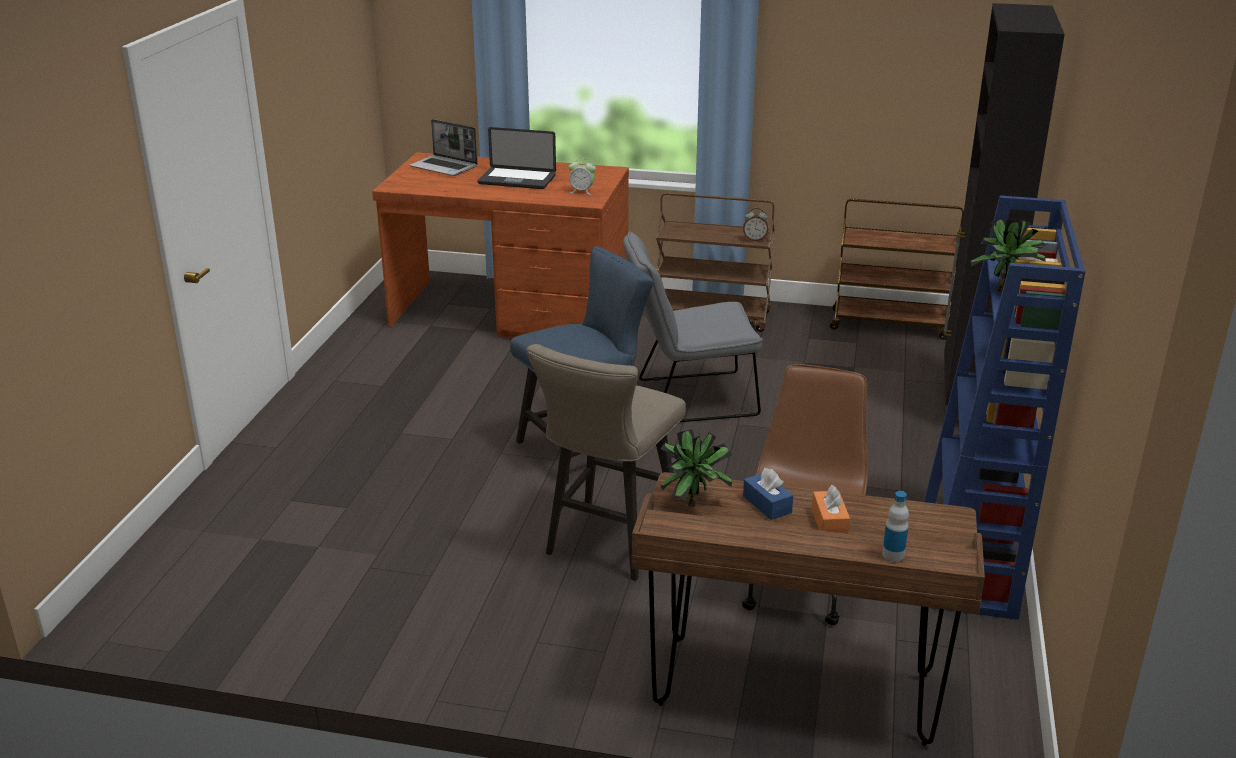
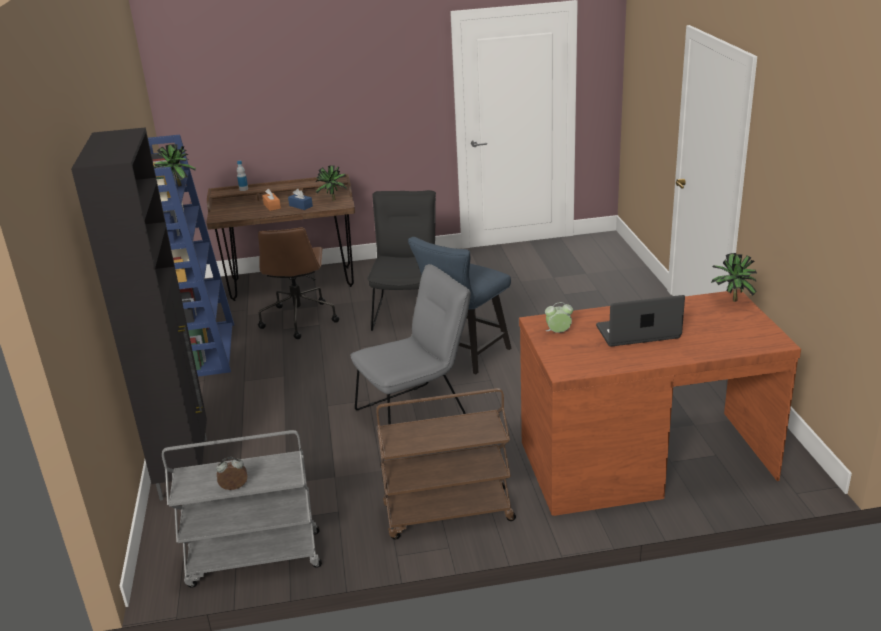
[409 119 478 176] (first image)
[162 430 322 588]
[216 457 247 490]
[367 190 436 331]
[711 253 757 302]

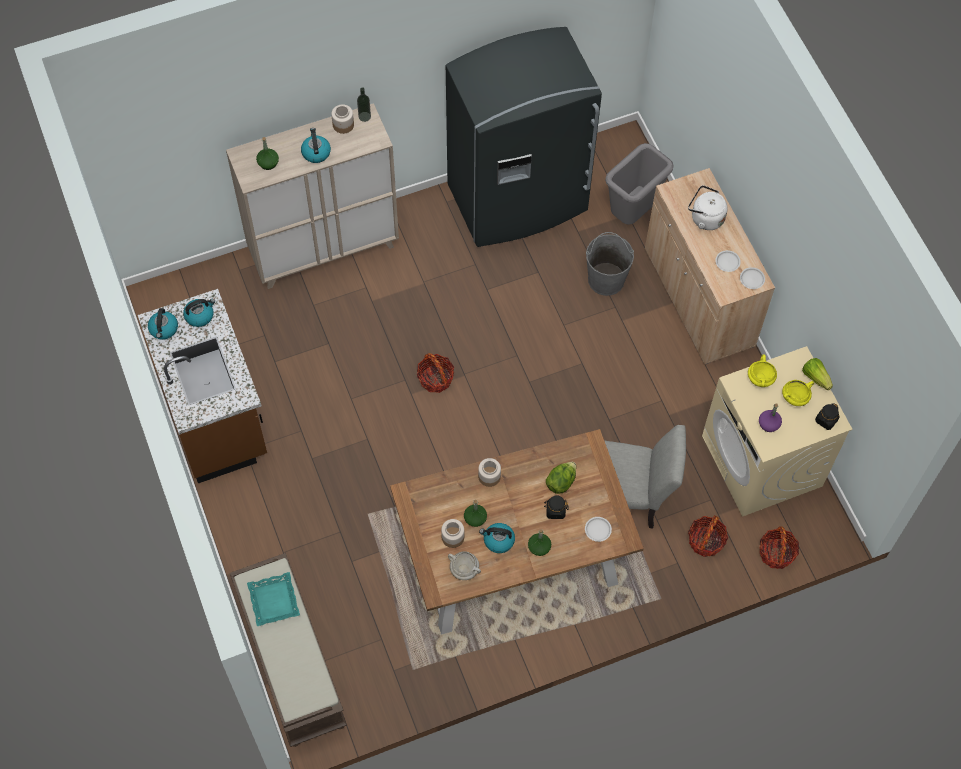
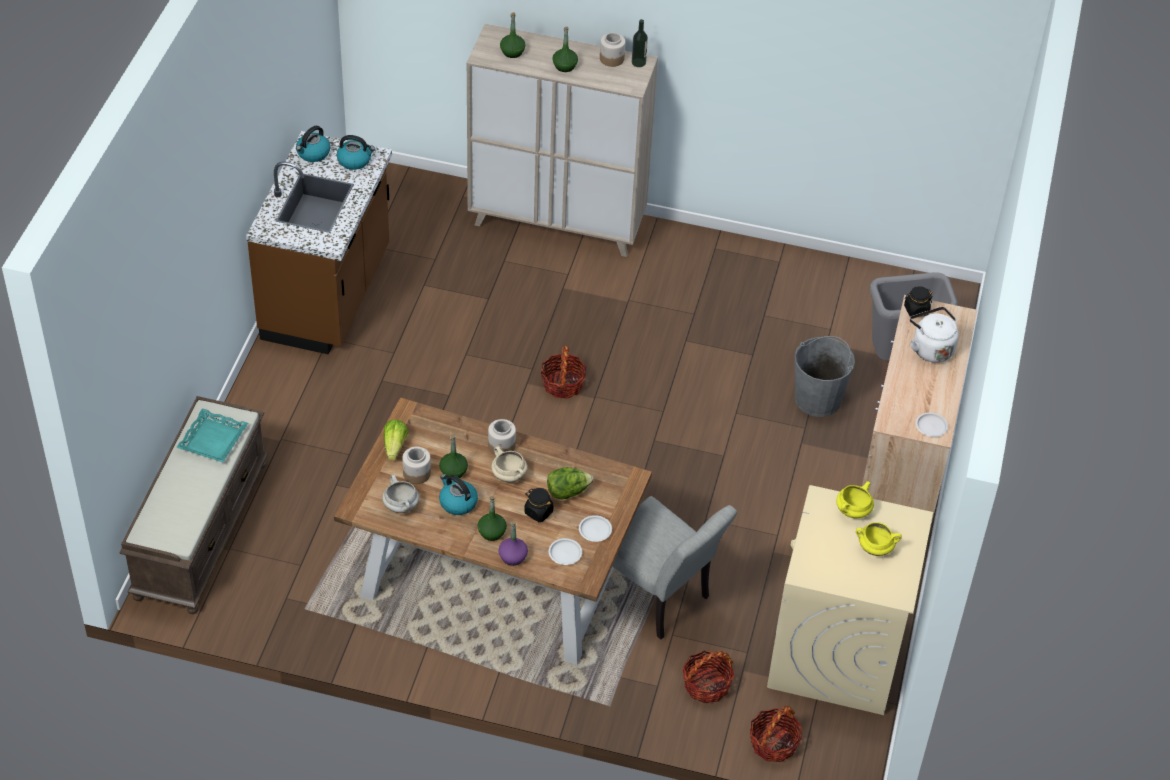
[446 27 602 247] (first image)
[552 27 578 72]
[579 515 612 542]
[383 419 409 461]
[904 286 933 317]
[498 520 528 566]
[491 446 527 482]

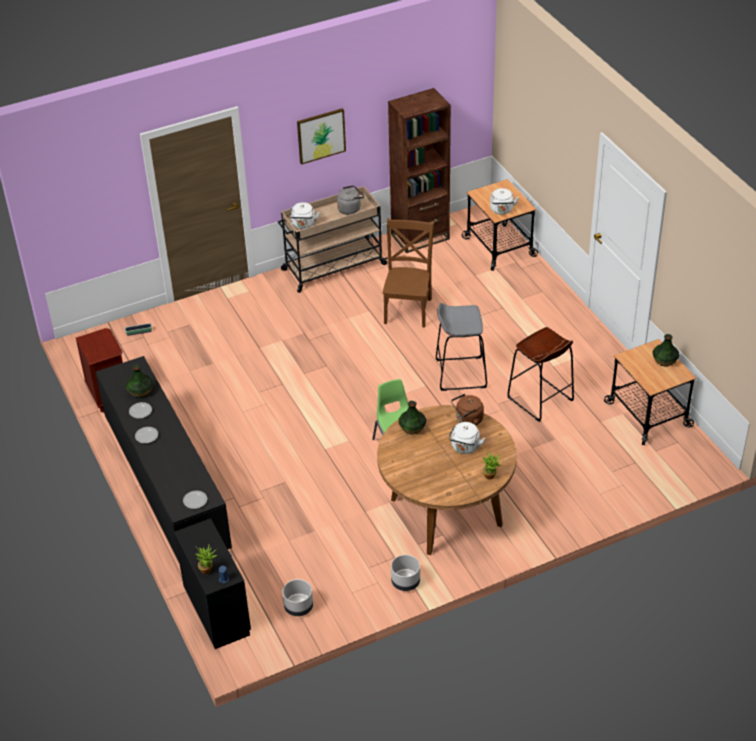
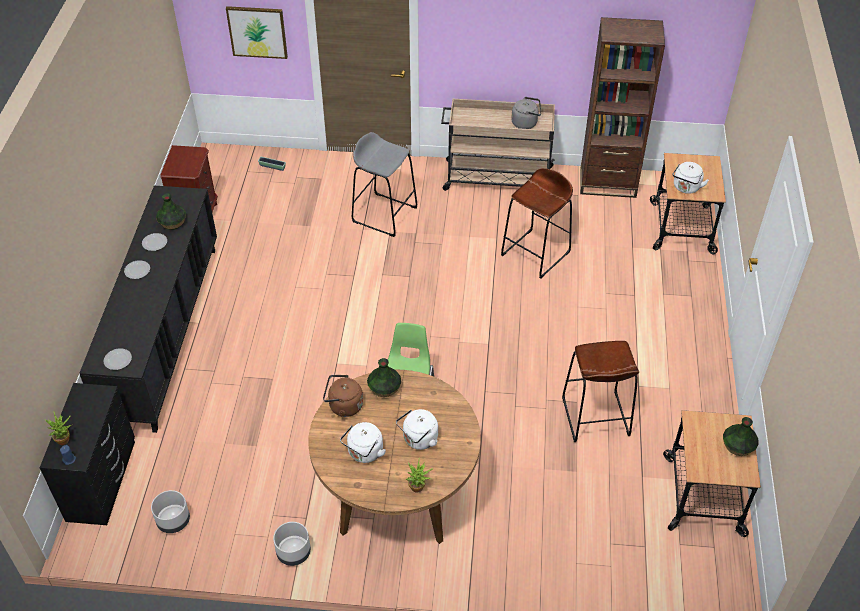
[226 6 288 59]
[340 422 386 463]
[501 168 573 278]
[352 132 418 237]
[323 375 363 417]

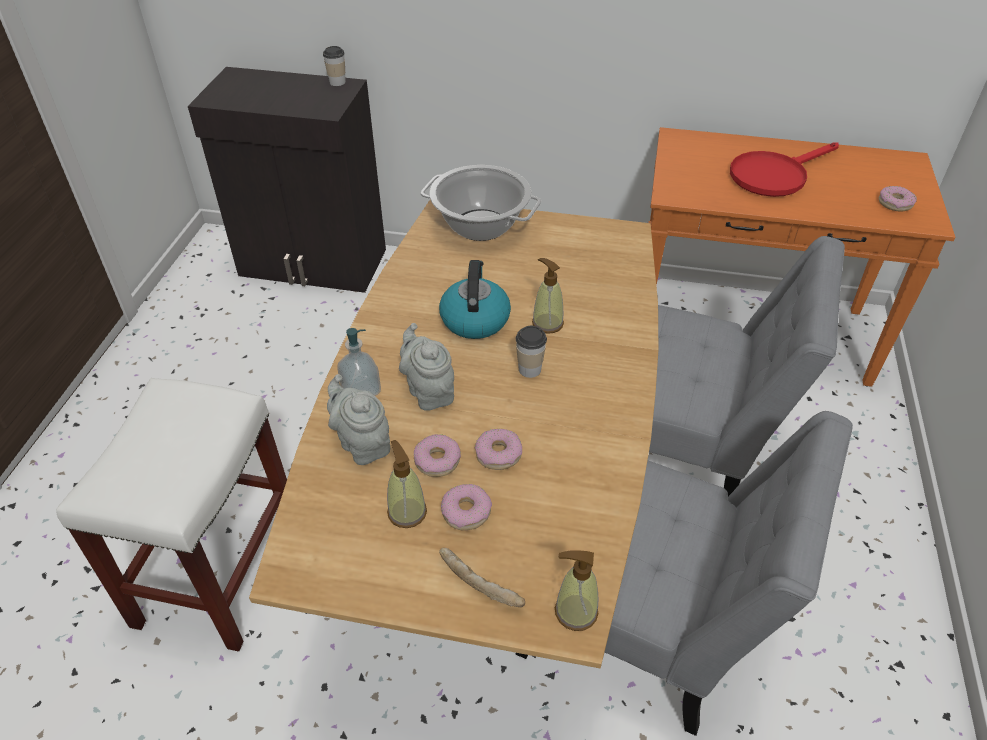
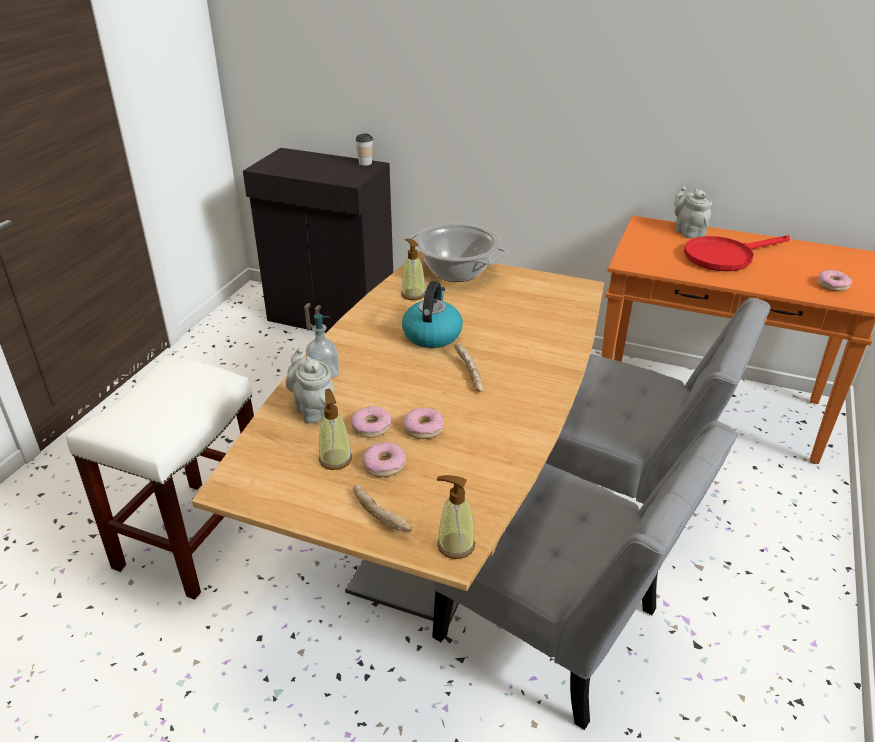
[401 238 425 300]
[674 186 712 238]
[455 342 483 392]

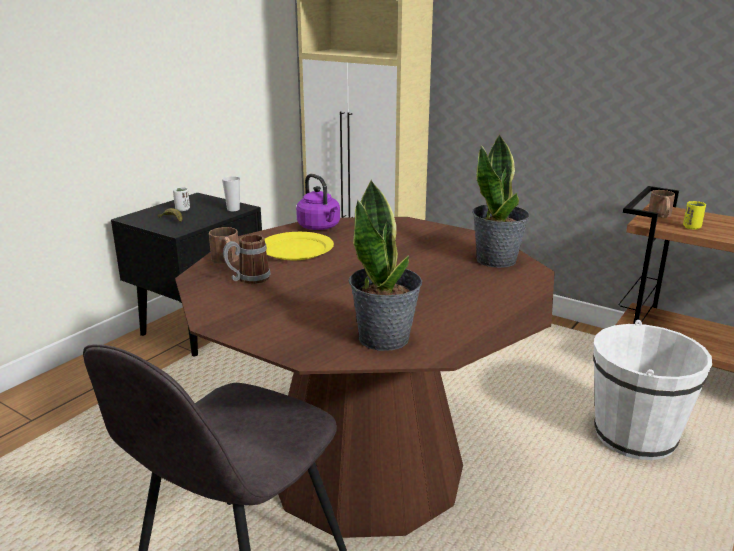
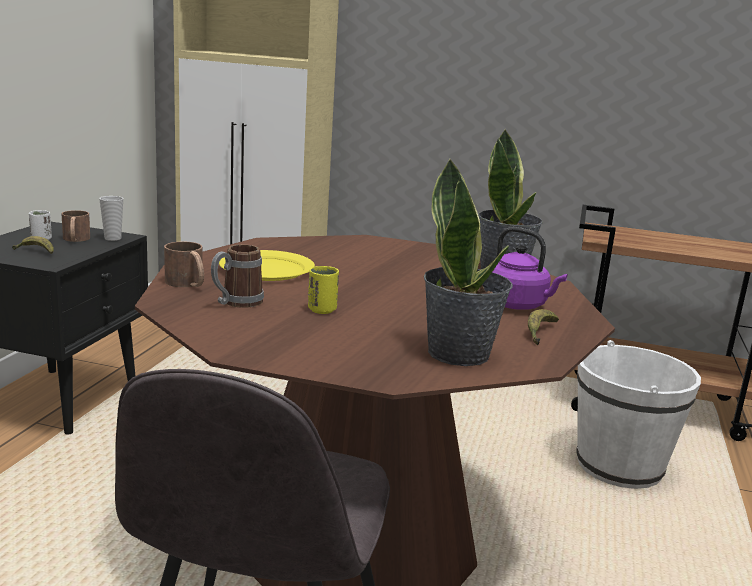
[492 227 567 310]
[61 210 90 242]
[308 266 339 314]
[528 309 559 345]

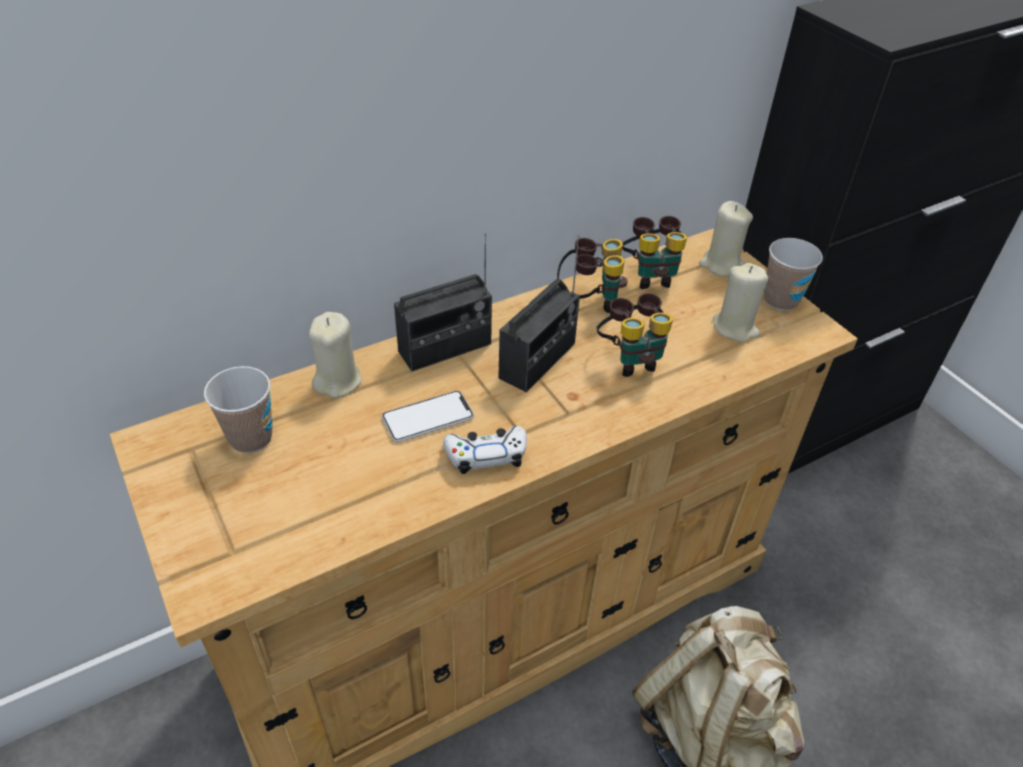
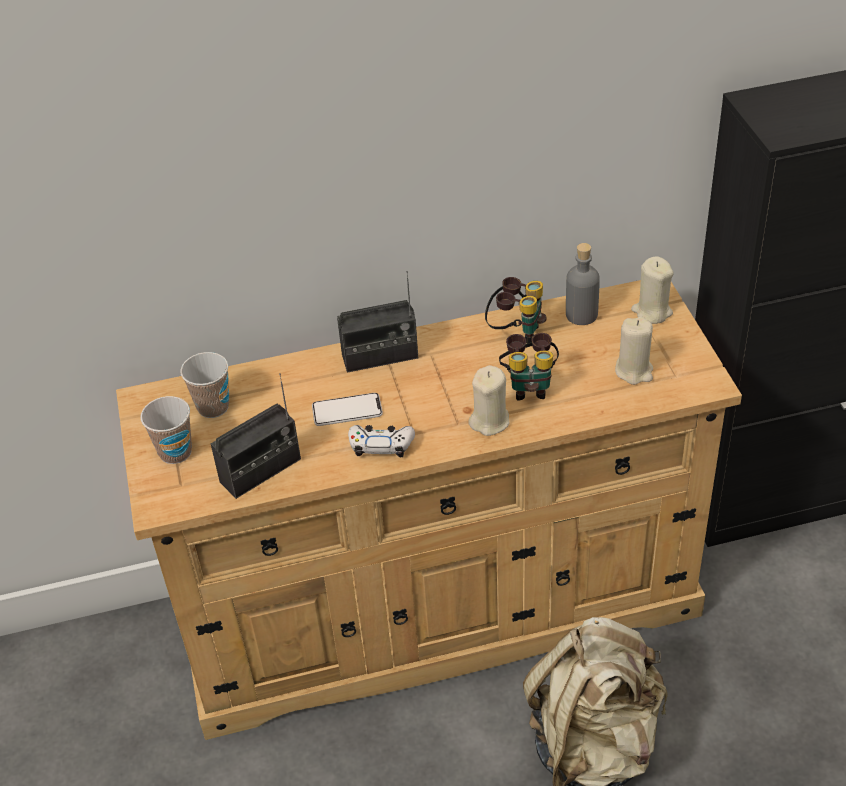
[566 243 600 325]
[211 373 301 499]
[140 396 192 464]
[469 365 510 436]

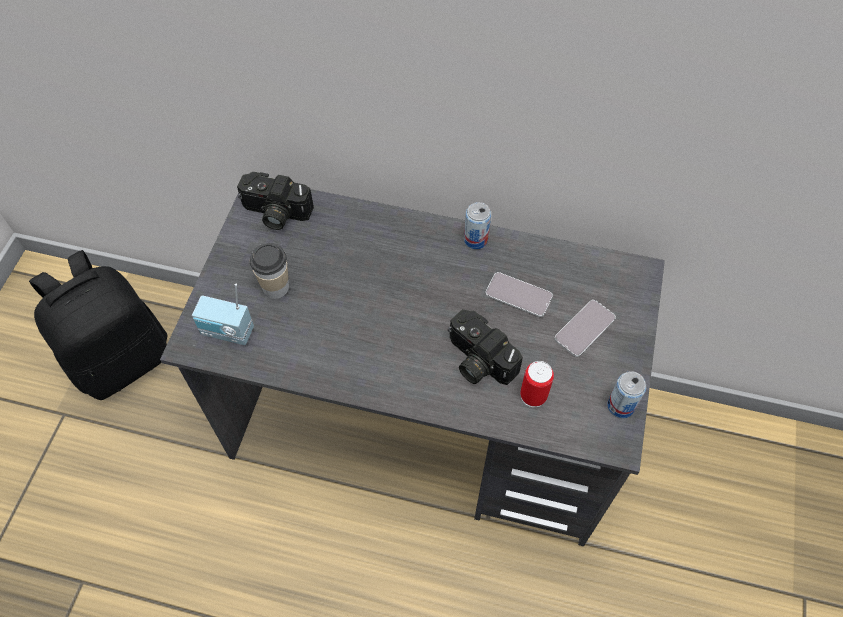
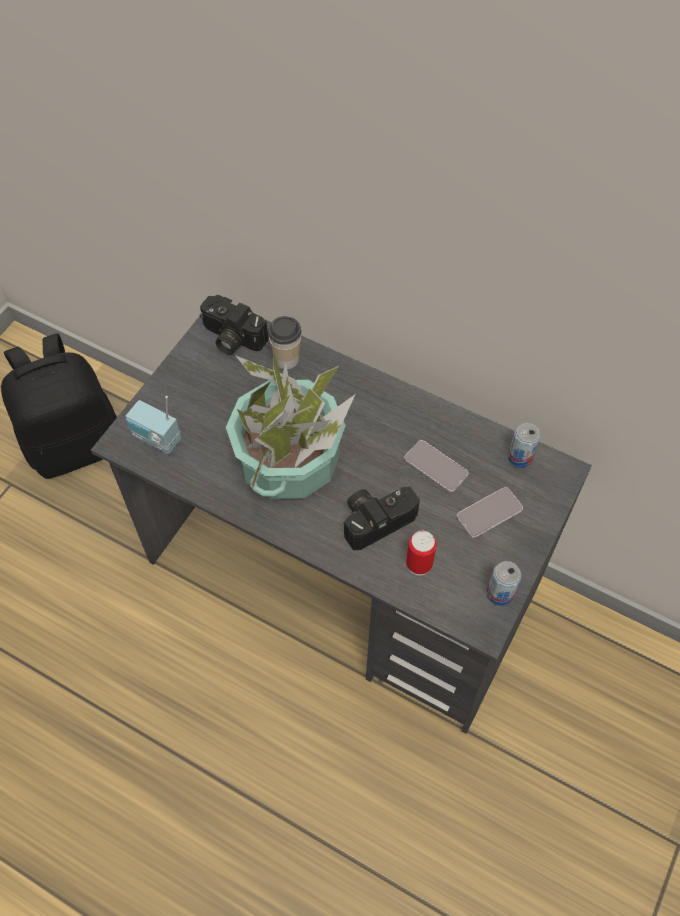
[508 423 540 468]
[268 316 301 369]
[343 487 420 551]
[226 352 355 499]

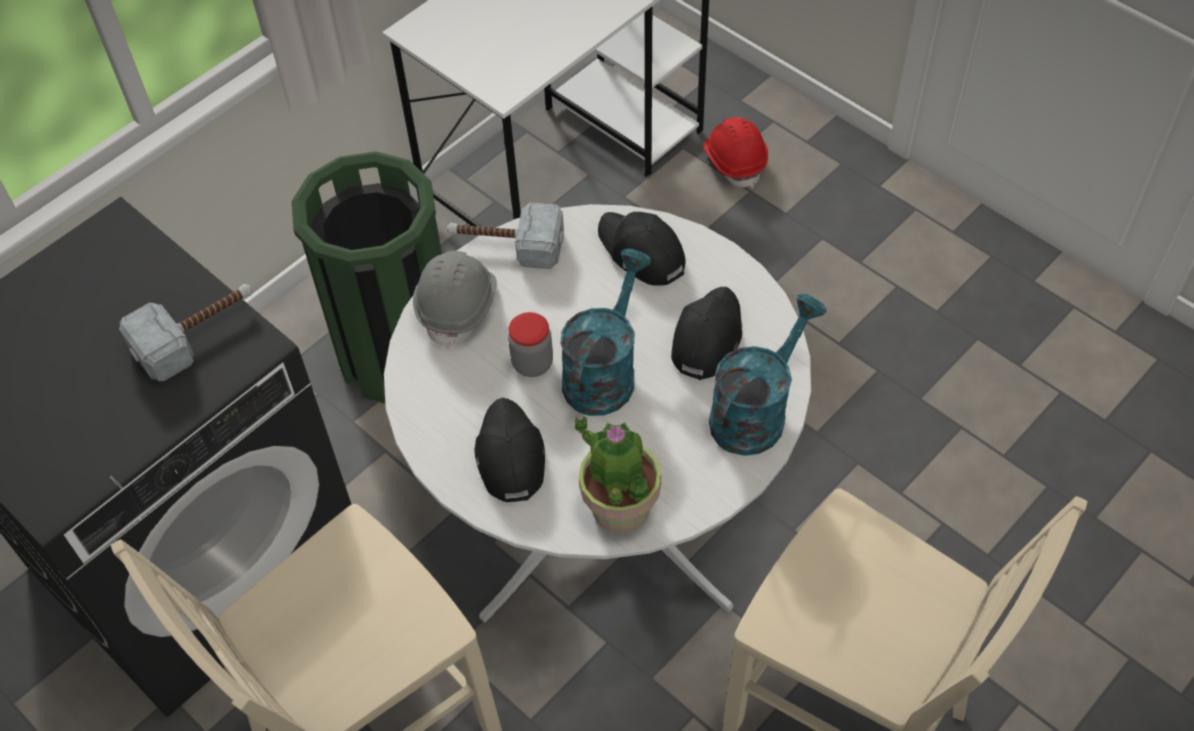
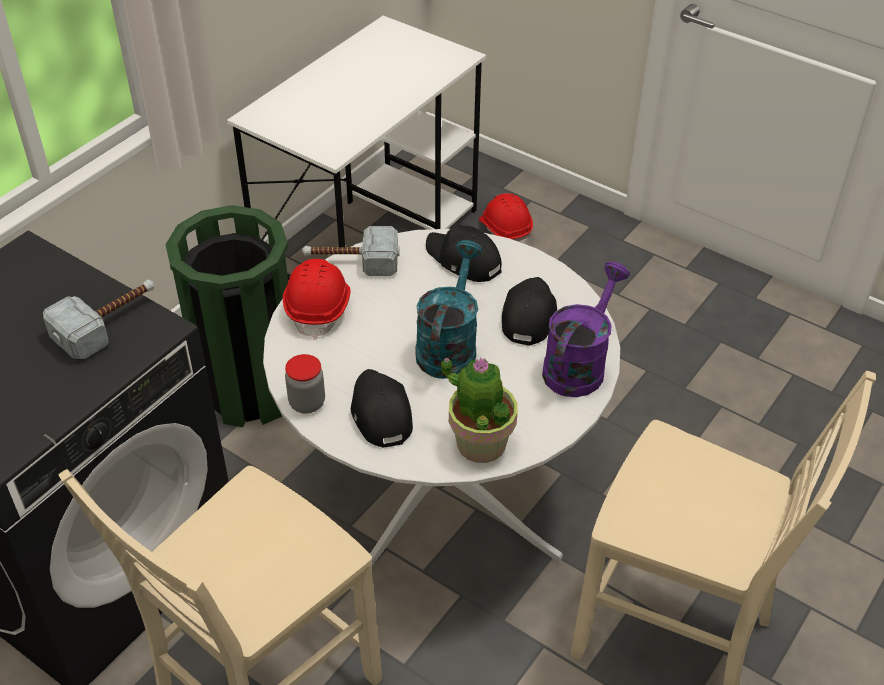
[283 259 350 340]
[542 262 630 397]
[285 354 325 413]

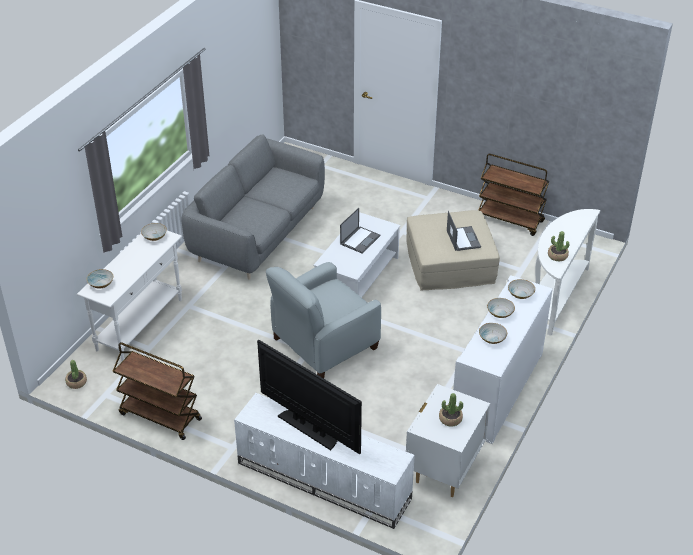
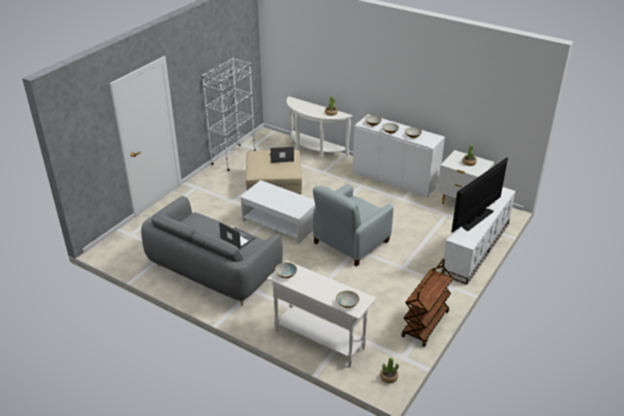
[202 58 256 171]
[219 222 255 249]
[313 184 393 266]

